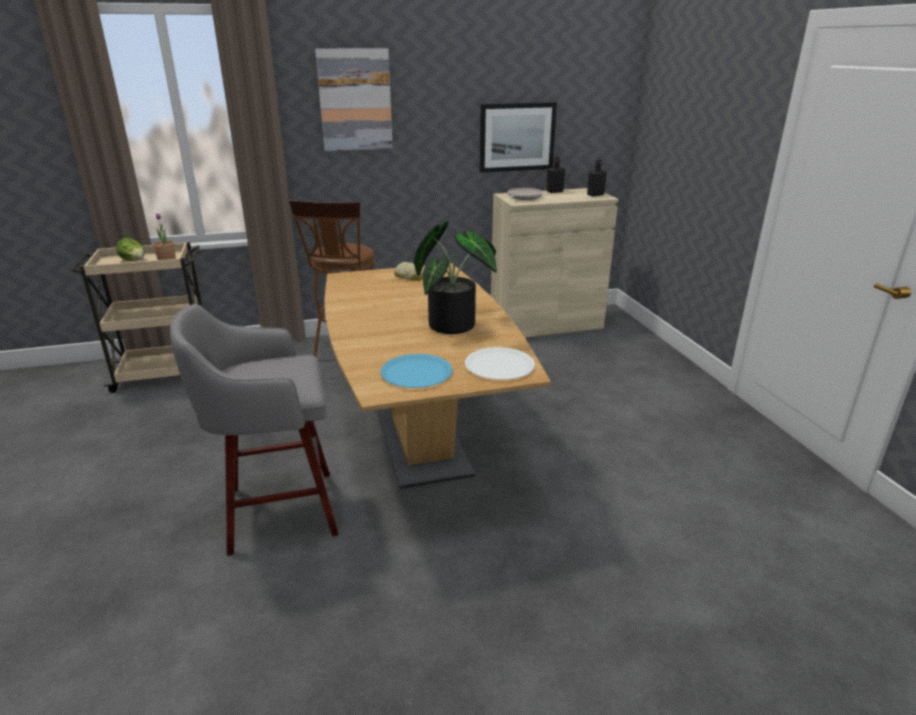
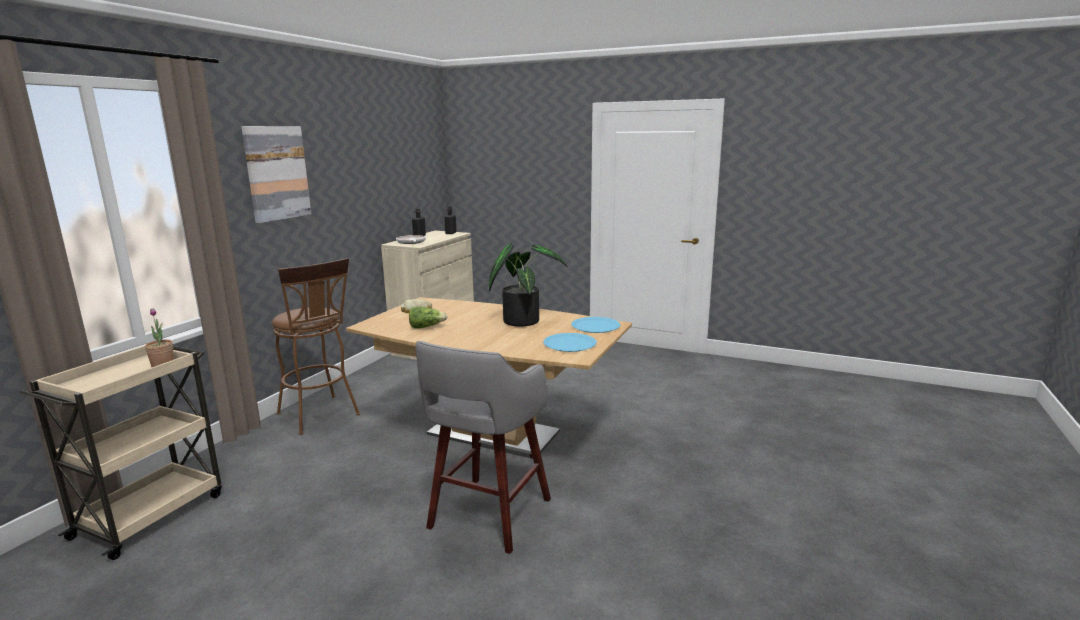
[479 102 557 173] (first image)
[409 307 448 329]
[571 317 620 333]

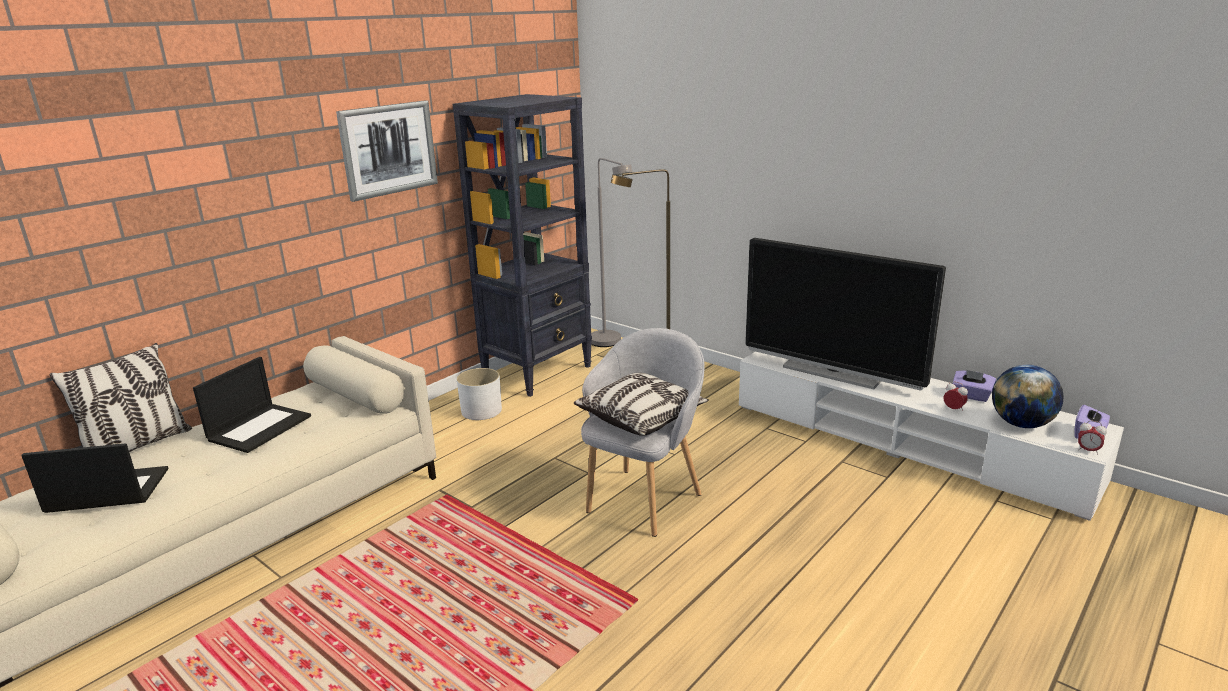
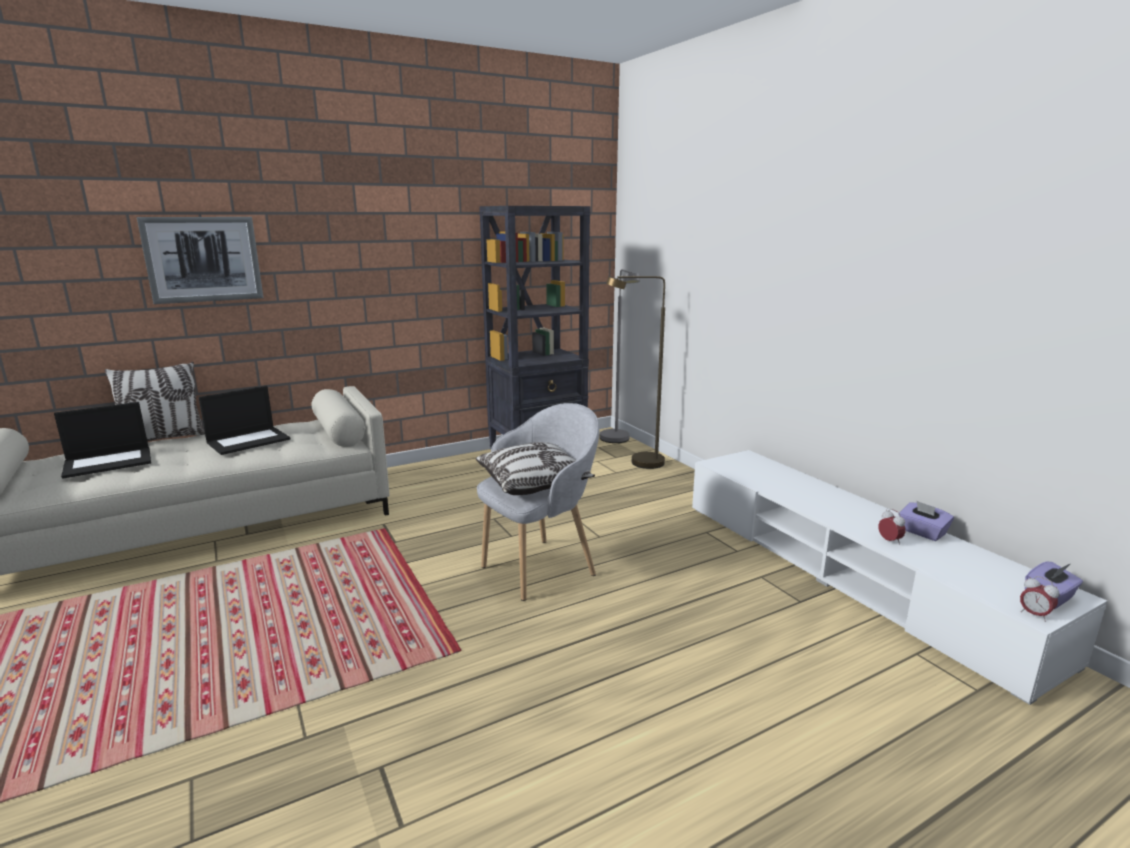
[137 217 263 304]
[745 238 946 391] (first image)
[992 365 1064 428] (first image)
[457 368 502 420] (first image)
[54 402 151 479]

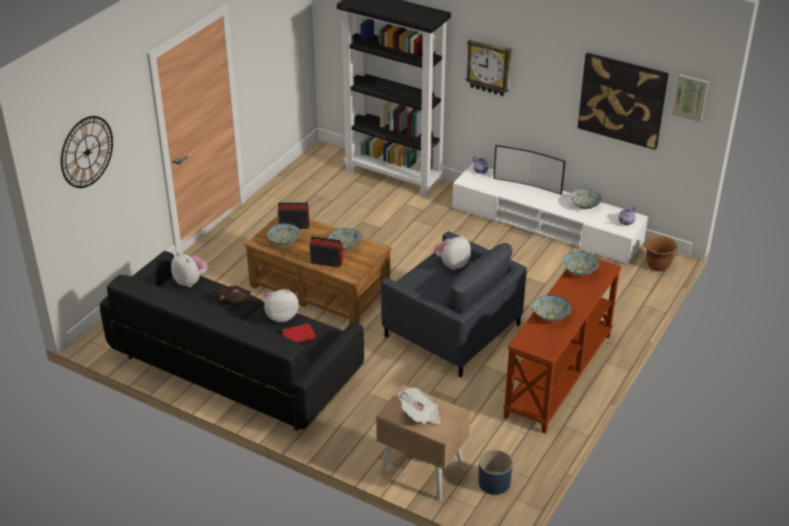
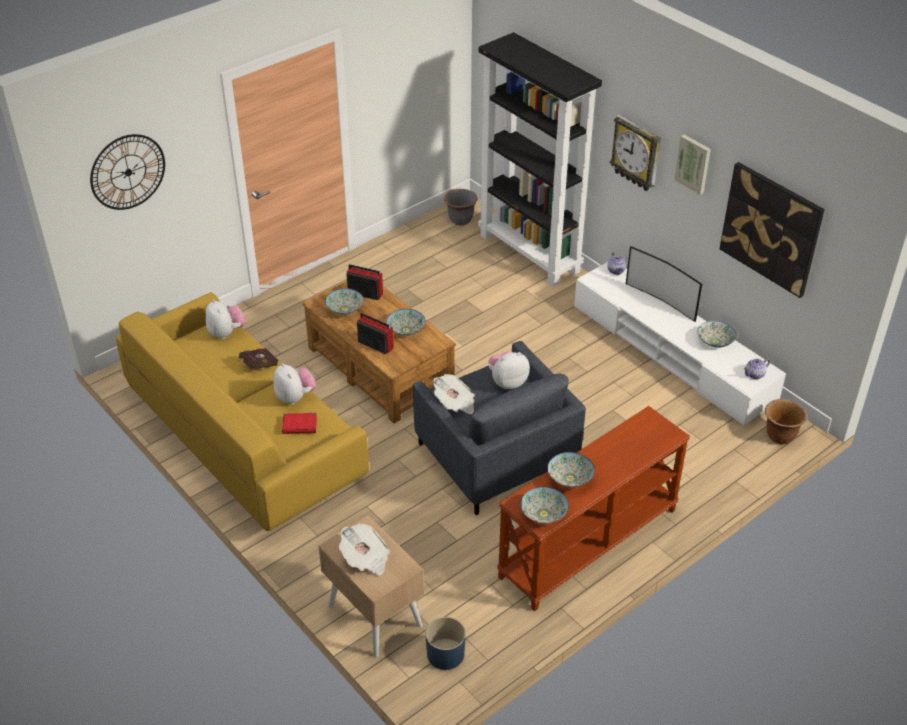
[674 135 711 195]
[116 292 369 531]
[520 487 569 524]
[273 363 316 404]
[444 189 477 226]
[433 374 475 414]

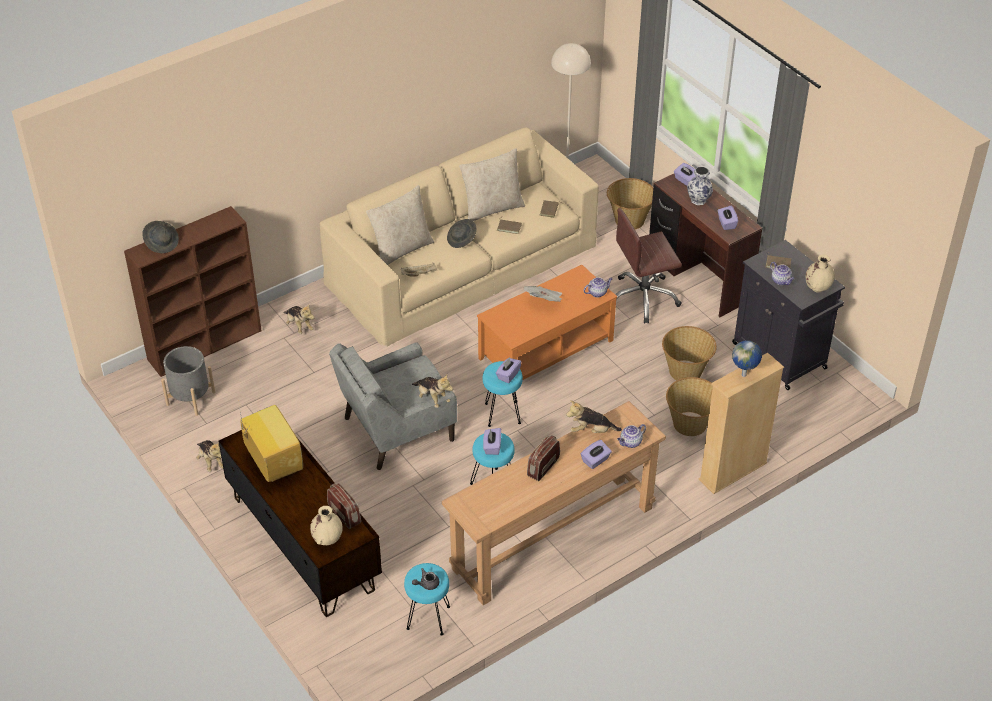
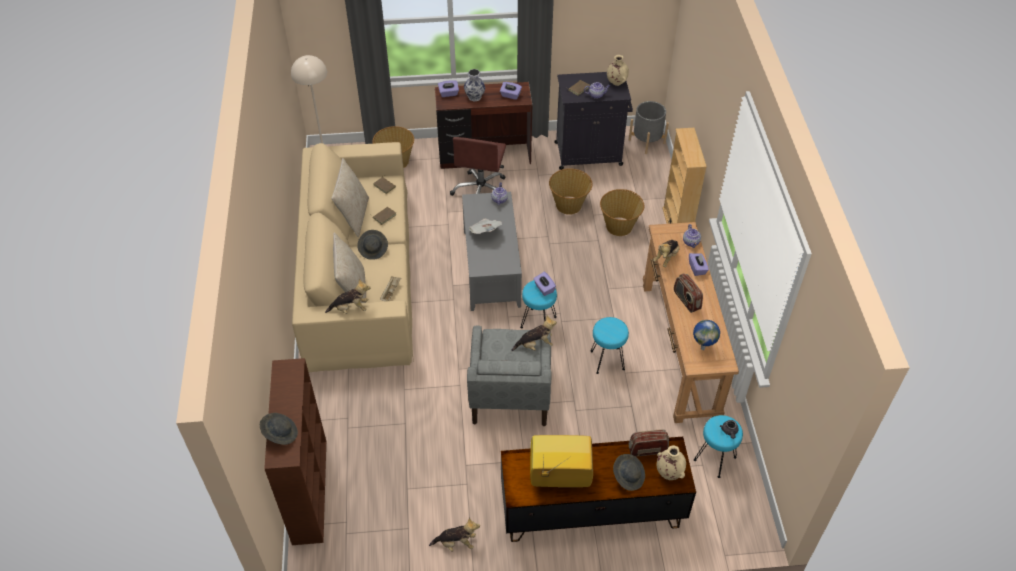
[462 192 522 311]
[325 279 371 314]
[693 320 720 350]
[629 101 669 154]
[483 428 501 455] (first image)
[613 454 645 491]

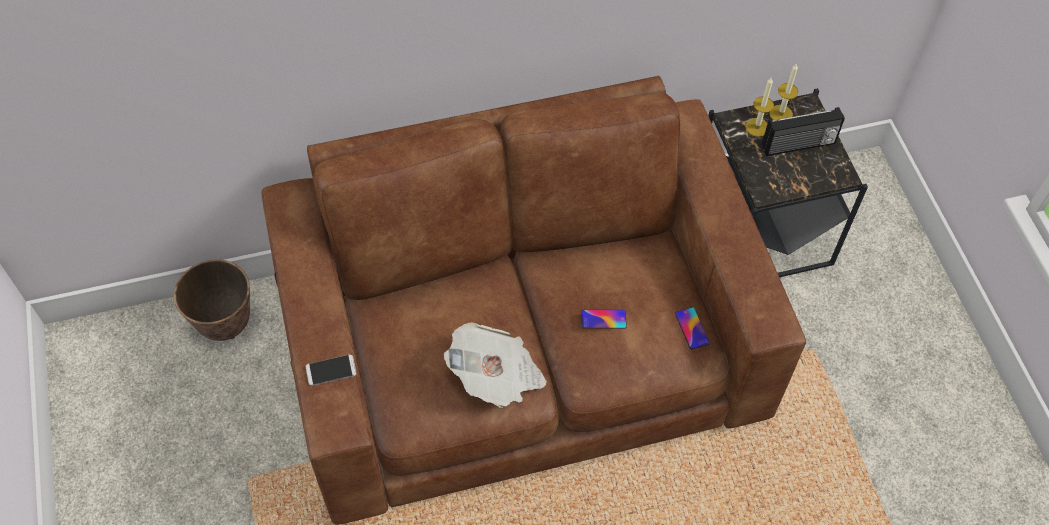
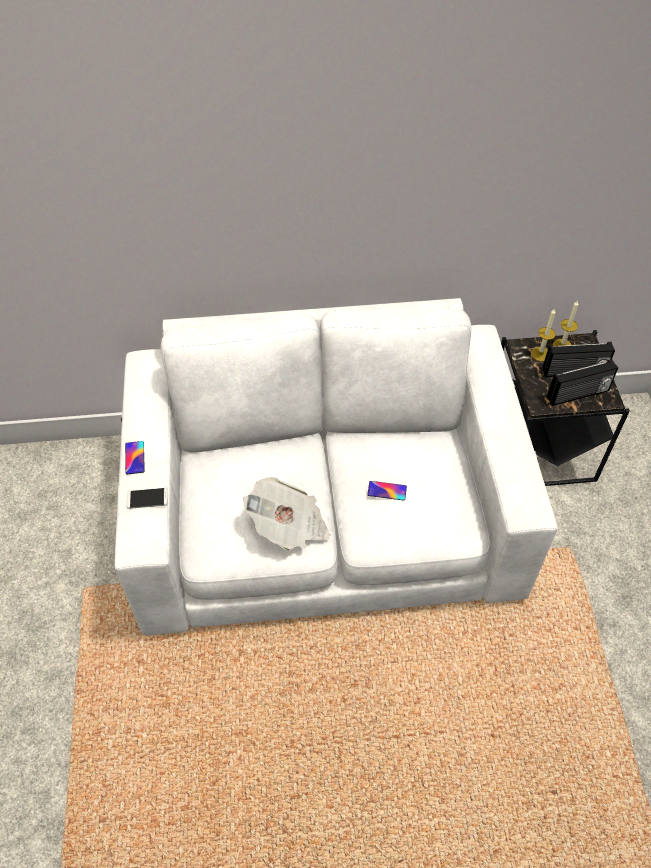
[115 298 558 635]
[174 259 250 341] (first image)
[125 441 145 475]
[547 359 618 406]

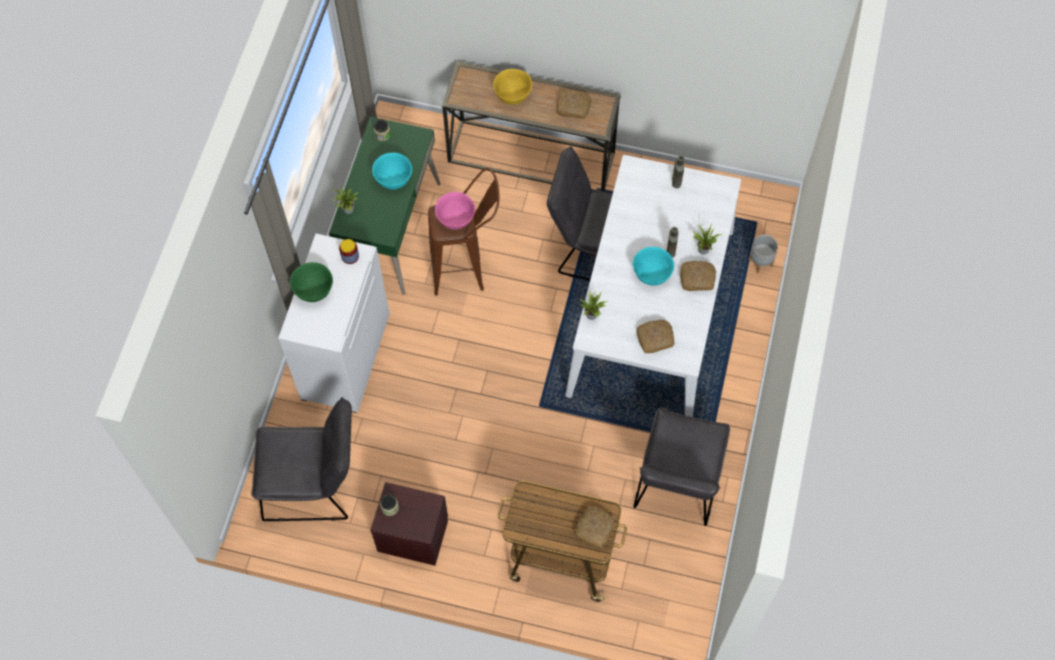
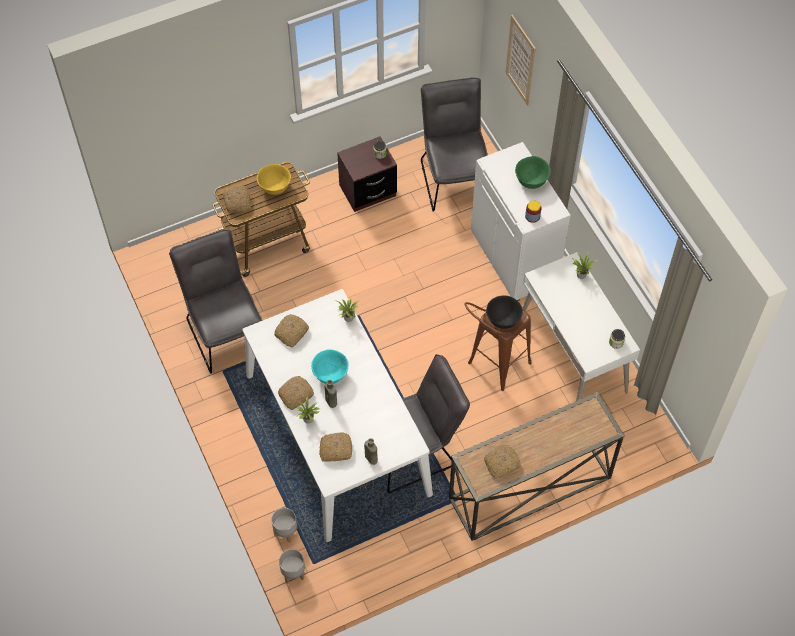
[257 164 291 195]
[522 252 640 401]
[372 153 412 189] (first image)
[486 296 523 329]
[421 77 488 212]
[506 15 536 106]
[319 432 352 462]
[279 549 305 583]

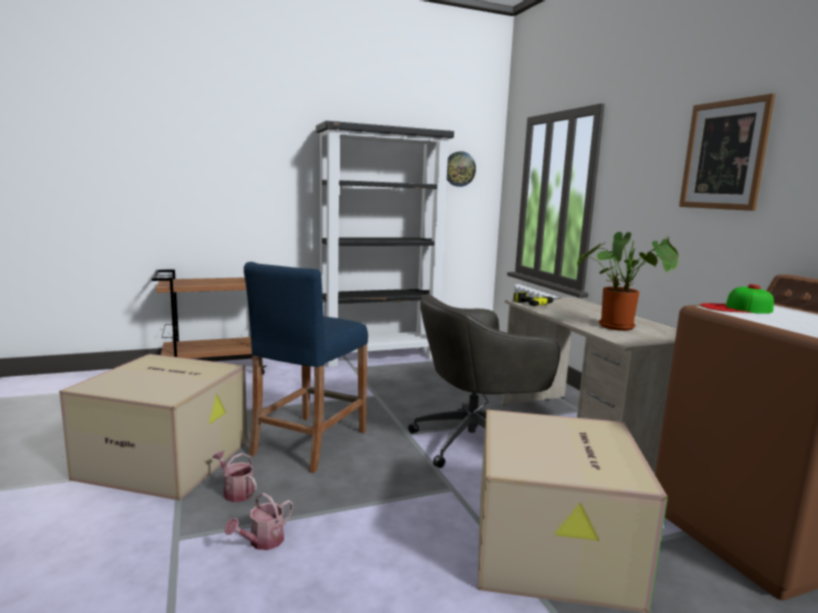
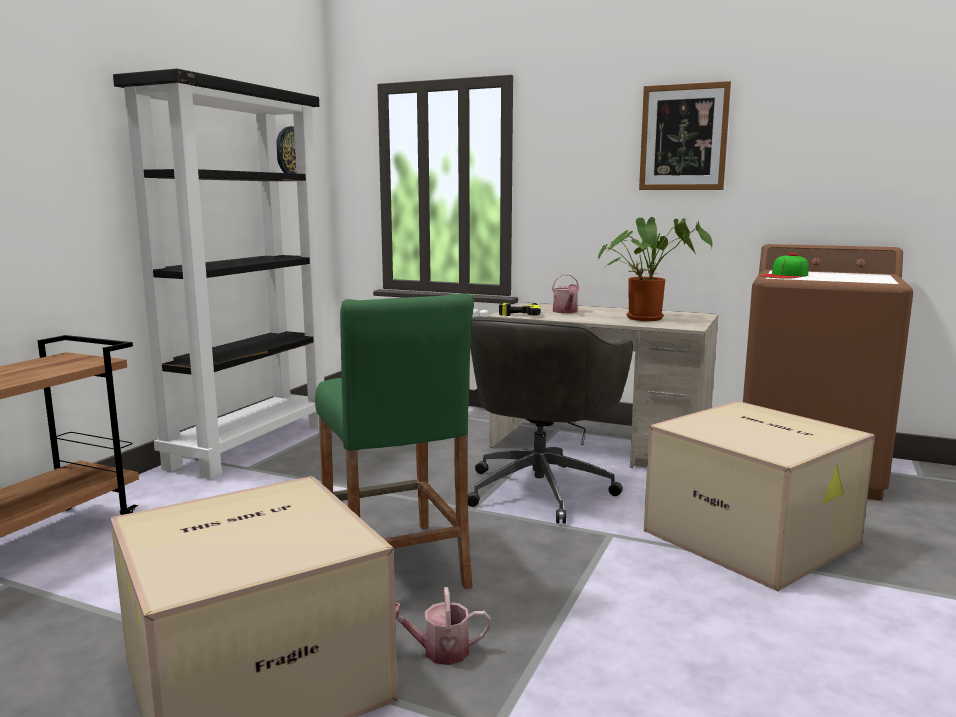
[315 293 474 589]
[552 274 580 313]

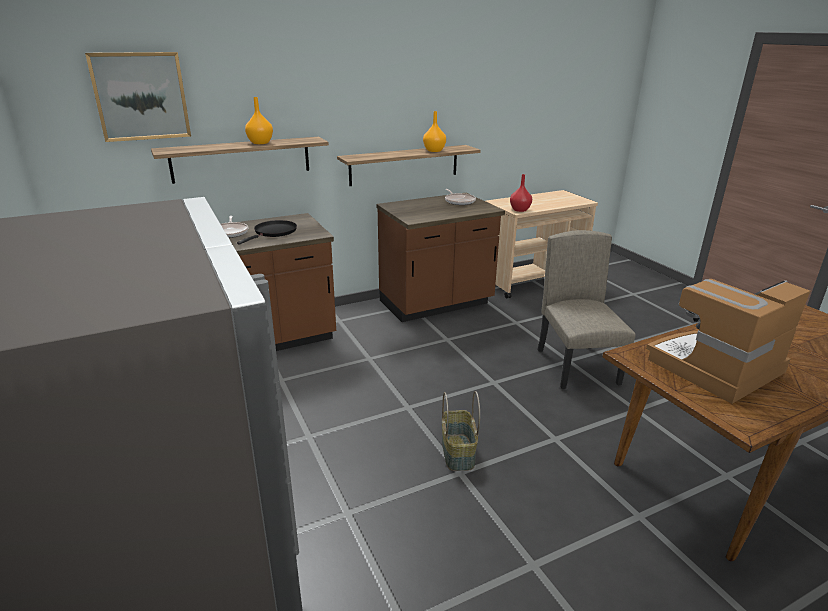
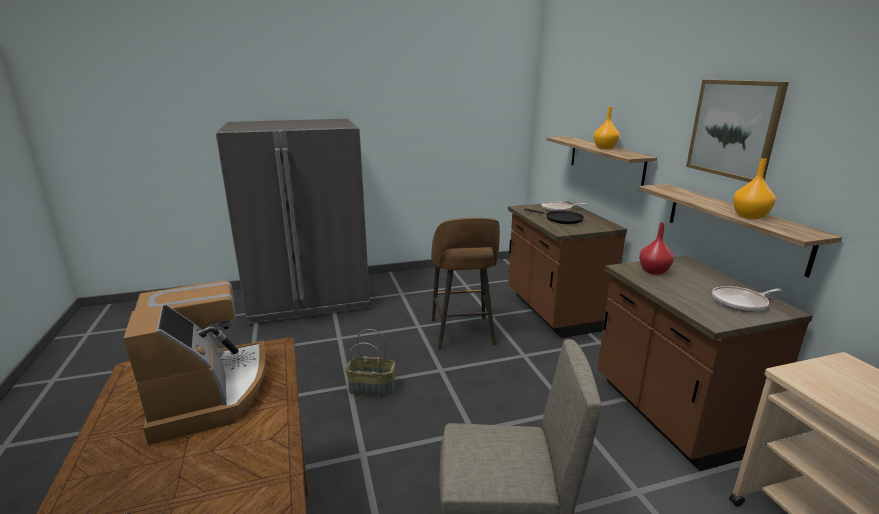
[686 80 789 182]
[639 222 674 275]
[431 218 500 349]

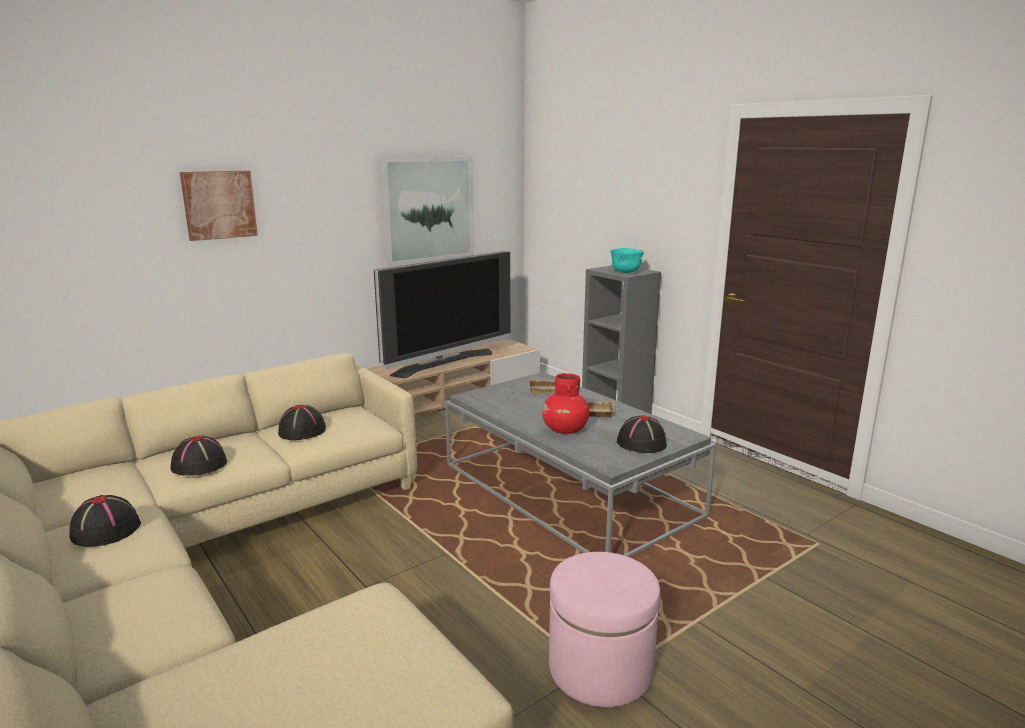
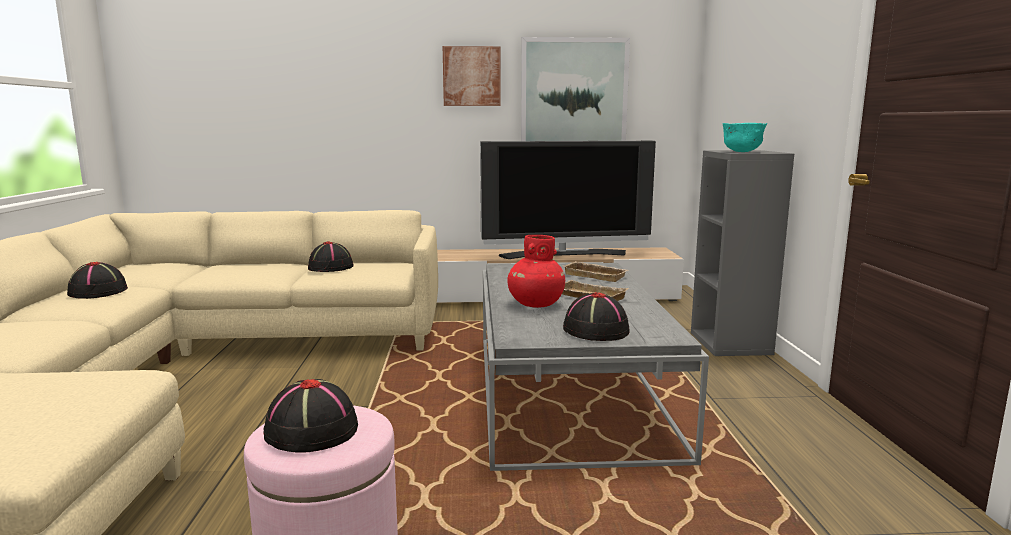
[443 46 501 106]
[263 379 358 453]

